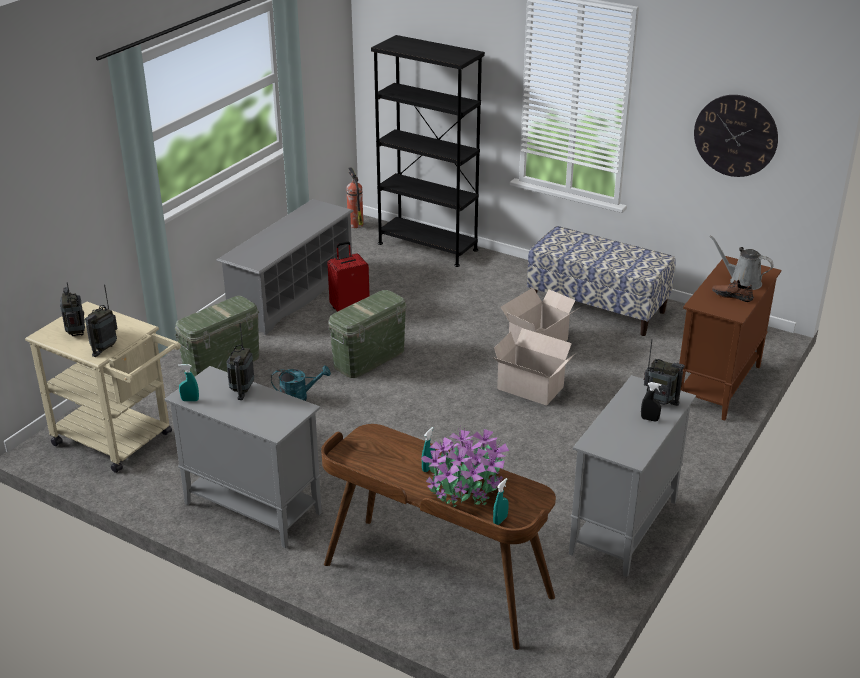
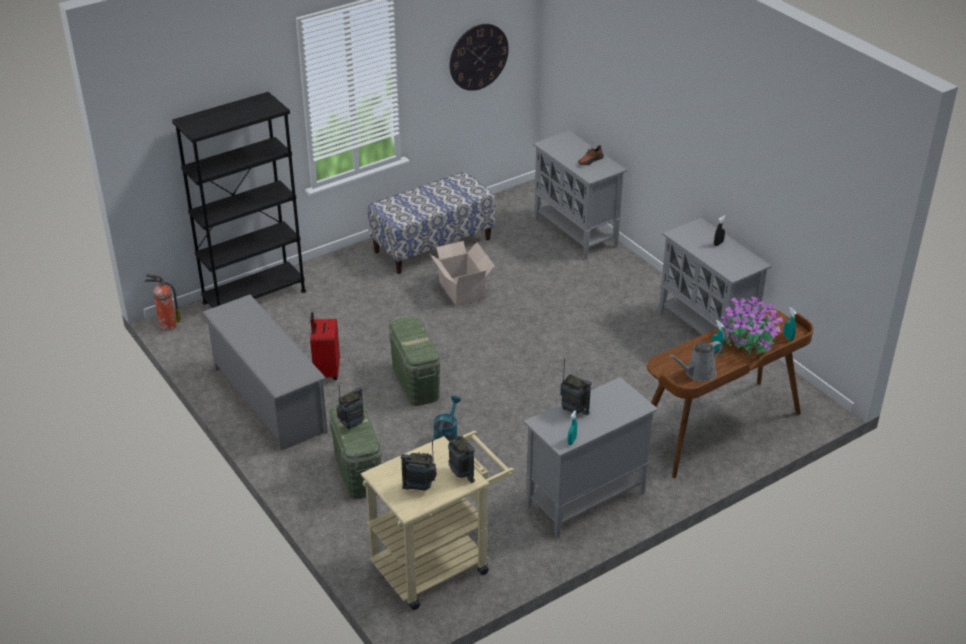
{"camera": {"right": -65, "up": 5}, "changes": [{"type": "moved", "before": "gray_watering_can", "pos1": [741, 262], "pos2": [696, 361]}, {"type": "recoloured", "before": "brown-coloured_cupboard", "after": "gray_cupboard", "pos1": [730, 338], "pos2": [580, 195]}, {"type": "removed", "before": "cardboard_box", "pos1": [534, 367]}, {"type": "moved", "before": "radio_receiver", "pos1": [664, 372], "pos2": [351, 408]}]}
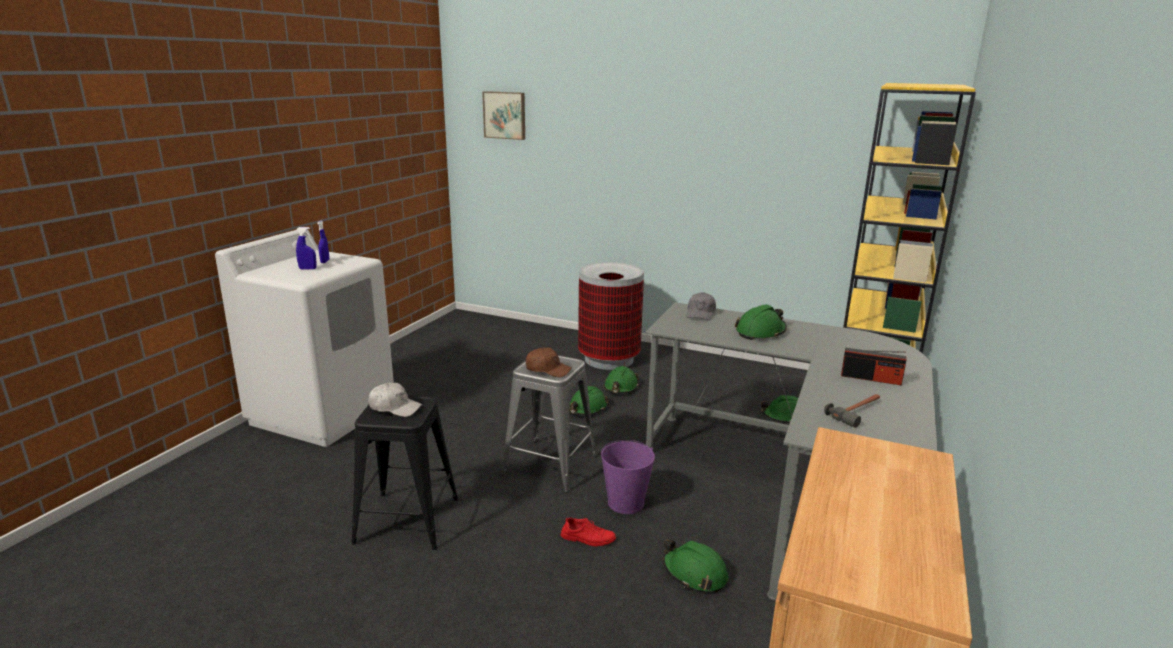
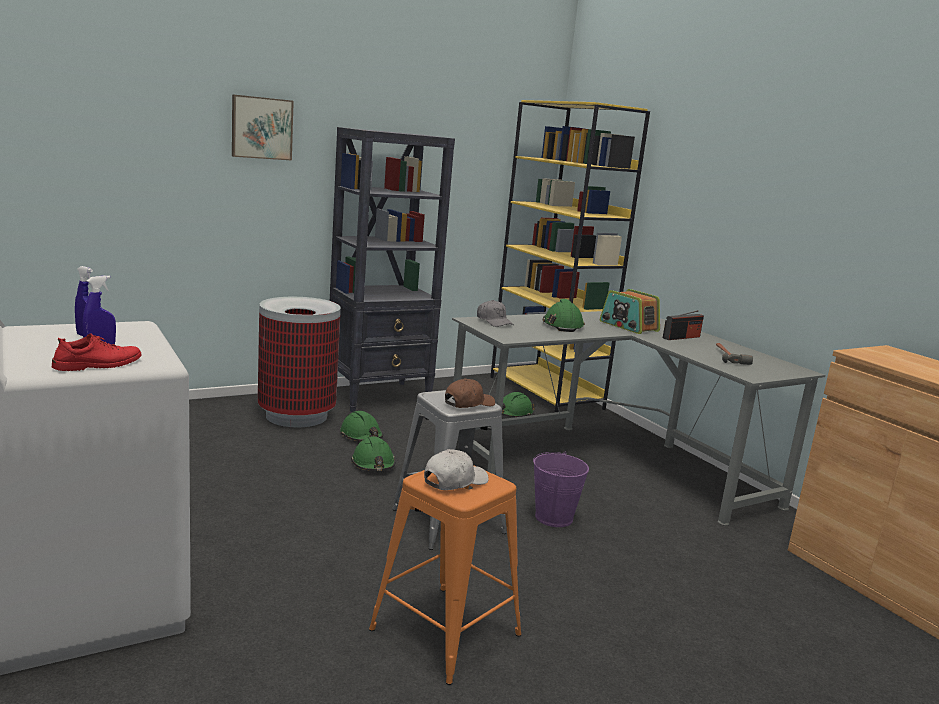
{"camera": {"right": -55, "up": -5}, "changes": [{"type": "moved", "before": "wall_art", "pos1": [503, 115], "pos2": [263, 127]}, {"type": "recoloured", "before": "black-coloured_stool_seat", "after": "orange_stool_seat", "pos1": [404, 473], "pos2": [445, 575]}, {"type": "moved", "before": "reddish_low_shoe", "pos1": [588, 531], "pos2": [97, 352]}, {"type": "removed", "before": "green-coloured_safety_helmet", "pos1": [695, 566]}, {"type": "added", "after": "black-coloured_shelving_unit", "pos2": [392, 269]}, {"type": "added", "after": "radio_receiver", "pos2": [630, 311]}]}
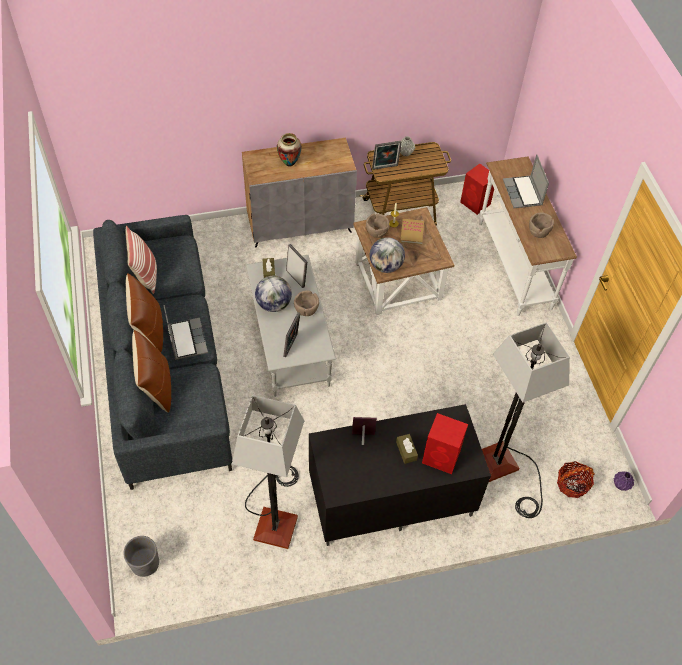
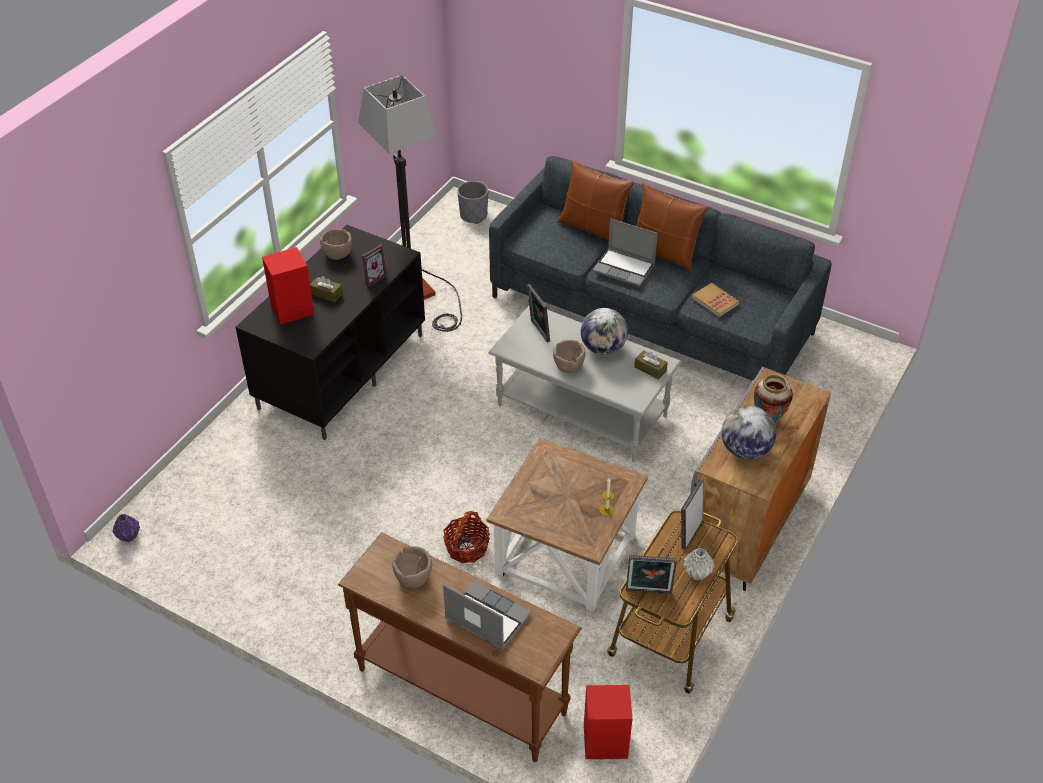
{"camera": {"right": 135, "up": -10}, "changes": [{"type": "recoloured", "before": "whitish_console_table", "after": "brown-coloured_console_table", "pos1": [528, 236], "pos2": [460, 647]}, {"type": "moved", "before": "brown-coloured_serving_bowl", "pos1": [377, 225], "pos2": [336, 244]}, {"type": "moved", "before": "volume", "pos1": [412, 231], "pos2": [716, 300]}, {"type": "removed", "before": "throw_pillow", "pos1": [141, 260]}, {"type": "moved", "before": "globe", "pos1": [387, 255], "pos2": [749, 432]}, {"type": "moved", "before": "photo_frame", "pos1": [296, 266], "pos2": [651, 574]}, {"type": "removed", "before": "standard_lamp", "pos1": [526, 420]}, {"type": "moved", "before": "basket", "pos1": [576, 479], "pos2": [466, 537]}]}
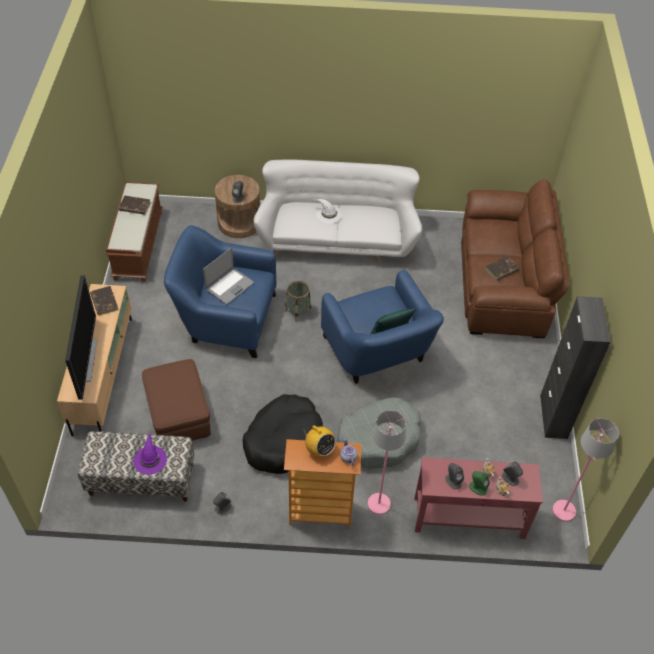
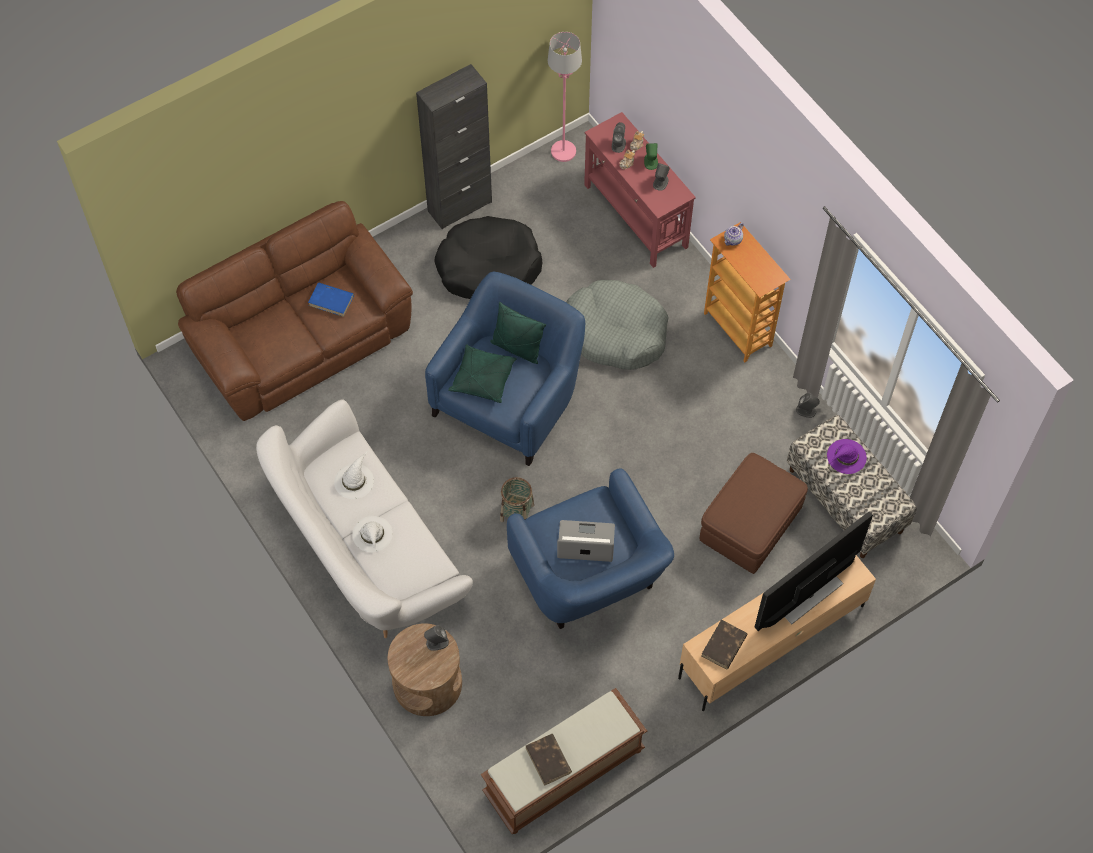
{"camera": {"right": -125, "up": 10}, "changes": [{"type": "recoloured", "before": "brown-coloured_volume", "after": "bluish_volume", "pos1": [502, 268], "pos2": [331, 300]}, {"type": "moved", "before": "black-coloured_pet_bed", "pos1": [282, 434], "pos2": [488, 257]}, {"type": "removed", "before": "pink-coloured_standard_lamp", "pos1": [387, 462]}, {"type": "removed", "before": "radio_receiver", "pos1": [320, 441]}, {"type": "added", "after": "green-coloured_throw_pillow", "pos2": [482, 373]}, {"type": "added", "after": "whitish_clothing_hat", "pos2": [354, 475]}]}
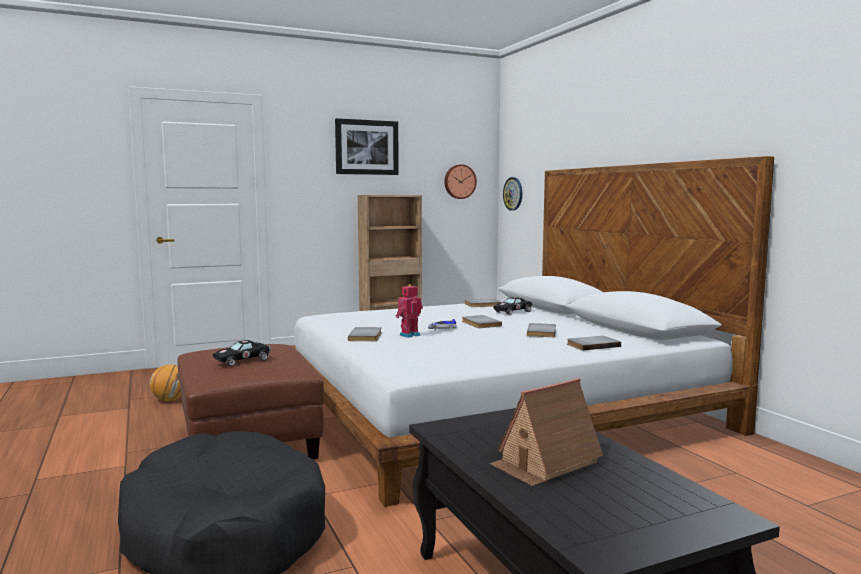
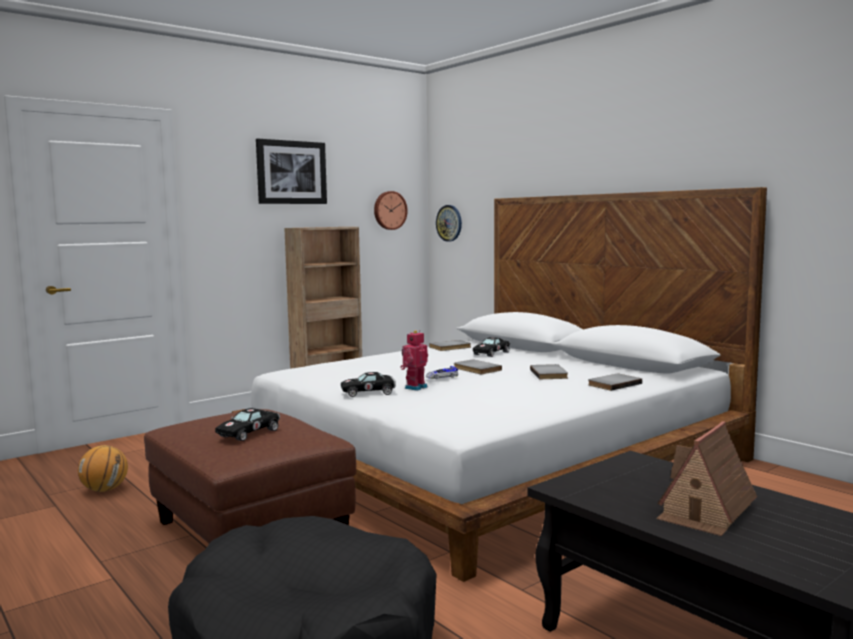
{"camera": {"right": -15, "up": 0}, "changes": [{"type": "replaced", "before": "gray_volume", "after": "black-coloured_miniature_car", "pos1": [365, 334], "pos2": [368, 384]}]}
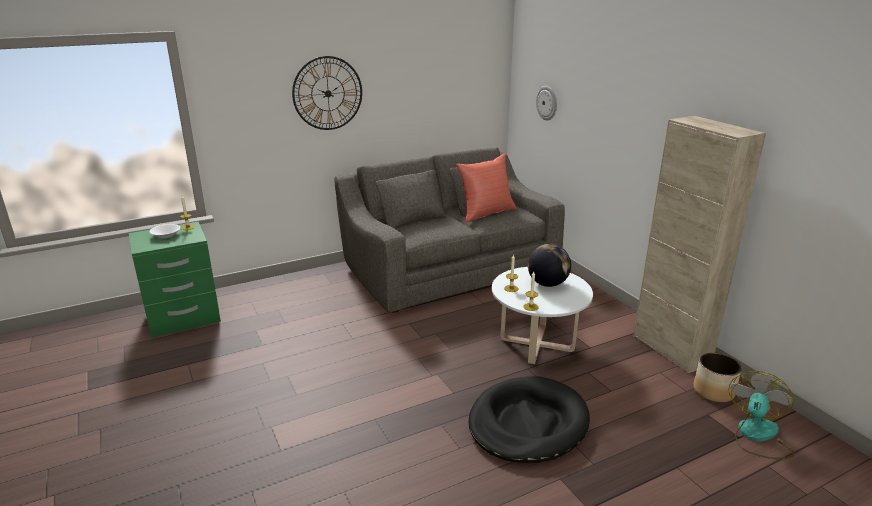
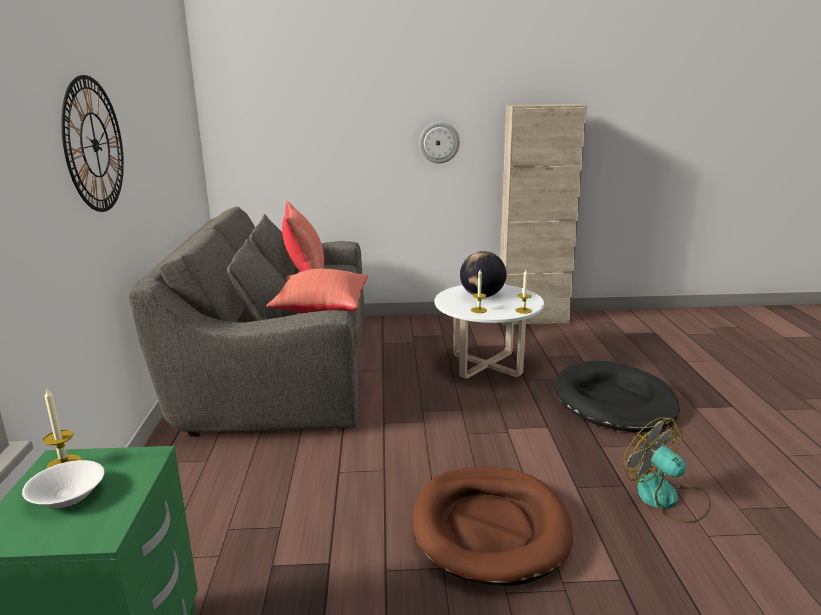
{"camera": {"right": -65, "up": -5}, "changes": [{"type": "moved", "before": "hanging_clock", "pos1": [546, 103], "pos2": [439, 142]}, {"type": "removed", "before": "plant_pot", "pos1": [717, 377]}, {"type": "moved", "before": "fan", "pos1": [761, 415], "pos2": [667, 470]}, {"type": "added", "after": "reddish_throw_pillow", "pos2": [317, 291]}, {"type": "added", "after": "brown-coloured_pet_bed", "pos2": [493, 526]}]}
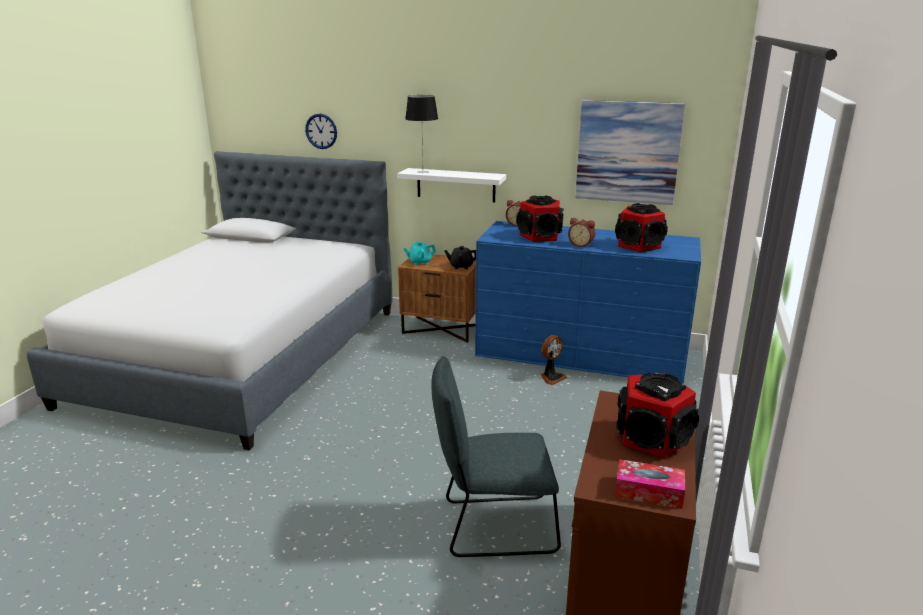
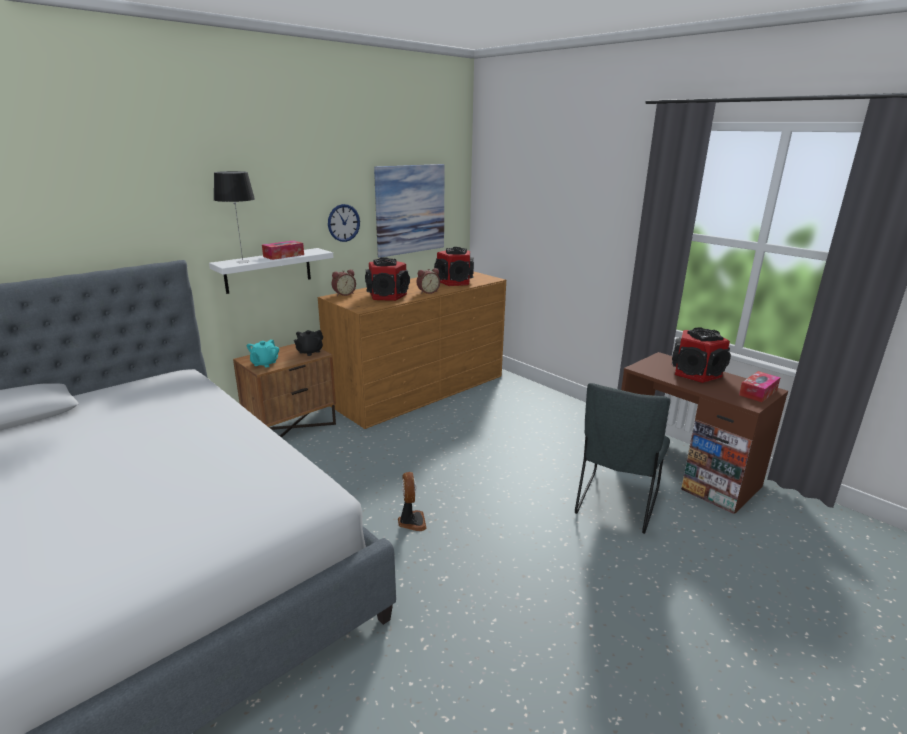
{"camera": {"right": -60, "up": 0}, "changes": [{"type": "moved", "before": "hanging_clock", "pos1": [321, 131], "pos2": [344, 223]}, {"type": "recoloured", "before": "bluish_drawer_chest", "after": "brown-coloured_drawer_chest", "pos1": [588, 302], "pos2": [412, 350]}, {"type": "moved", "before": "fan", "pos1": [554, 360], "pos2": [412, 501]}, {"type": "added", "after": "tissue_holder", "pos2": [283, 250]}]}
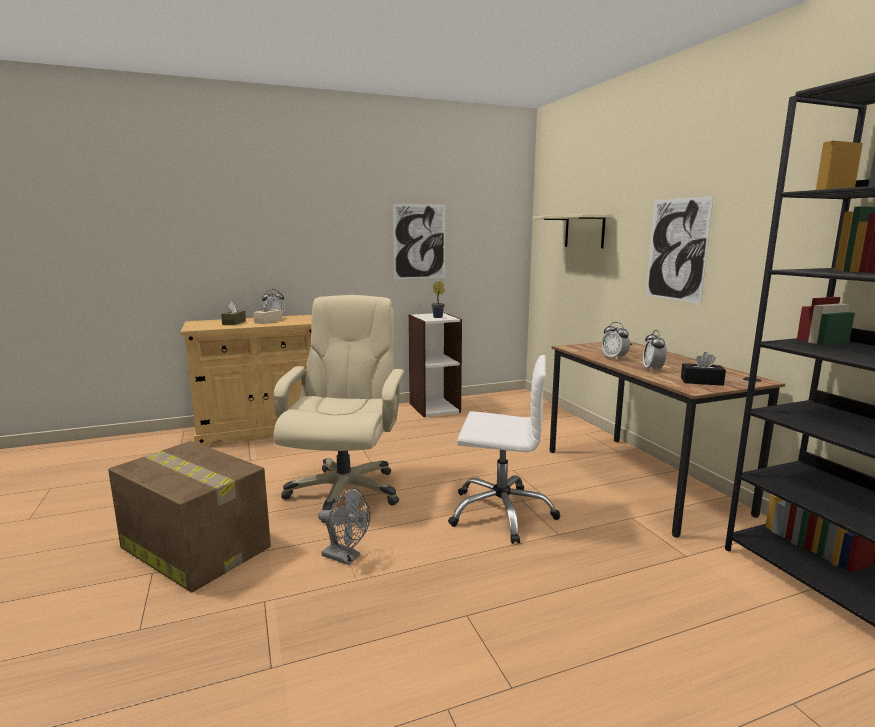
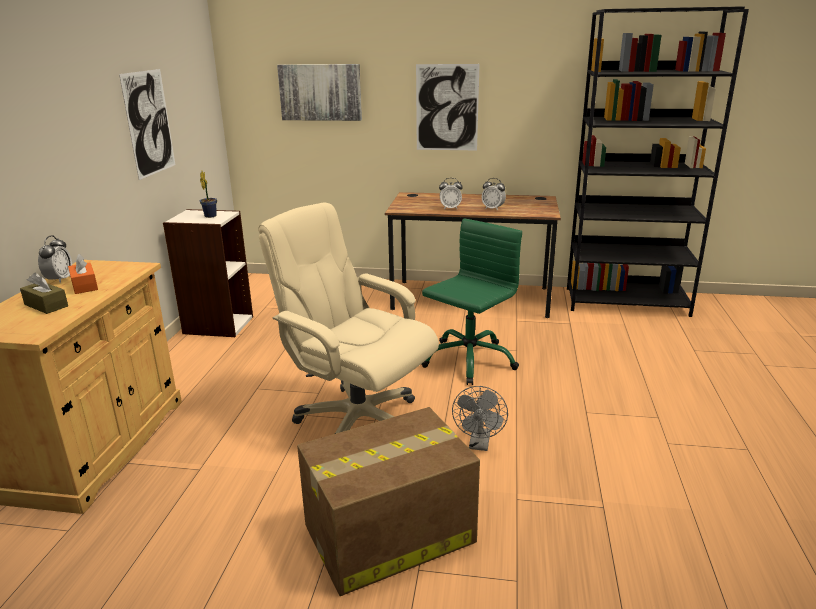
{"camera": {"right": -60, "up": 10}, "changes": [{"type": "replaced", "before": "beige_bracket_shelf", "after": "wall_art", "pos1": [573, 231], "pos2": [319, 92]}, {"type": "recoloured", "before": "beige_tissue_holder", "after": "orange_tissue_holder", "pos1": [267, 312], "pos2": [83, 274]}, {"type": "removed", "before": "black-coloured_tissue_holder", "pos1": [703, 369]}, {"type": "recoloured", "before": "whitish_desk_chair", "after": "green-coloured_desk_chair", "pos1": [504, 449], "pos2": [472, 302]}, {"type": "turned", "before": "gray_fan", "pos1": [344, 526], "pos2": [480, 418], "turn": 135}]}
